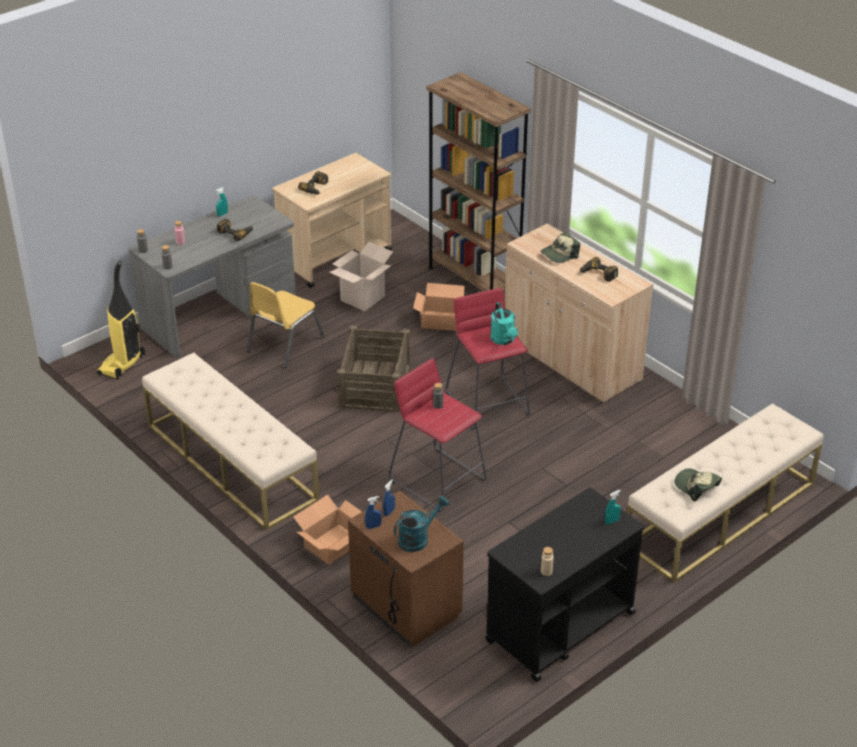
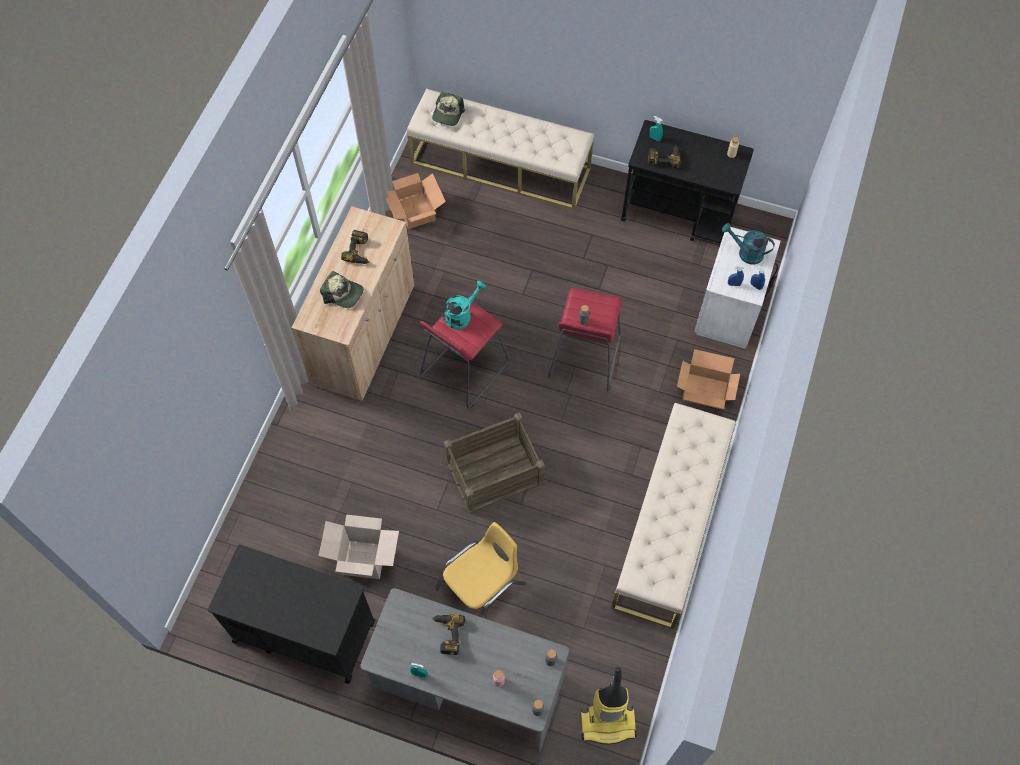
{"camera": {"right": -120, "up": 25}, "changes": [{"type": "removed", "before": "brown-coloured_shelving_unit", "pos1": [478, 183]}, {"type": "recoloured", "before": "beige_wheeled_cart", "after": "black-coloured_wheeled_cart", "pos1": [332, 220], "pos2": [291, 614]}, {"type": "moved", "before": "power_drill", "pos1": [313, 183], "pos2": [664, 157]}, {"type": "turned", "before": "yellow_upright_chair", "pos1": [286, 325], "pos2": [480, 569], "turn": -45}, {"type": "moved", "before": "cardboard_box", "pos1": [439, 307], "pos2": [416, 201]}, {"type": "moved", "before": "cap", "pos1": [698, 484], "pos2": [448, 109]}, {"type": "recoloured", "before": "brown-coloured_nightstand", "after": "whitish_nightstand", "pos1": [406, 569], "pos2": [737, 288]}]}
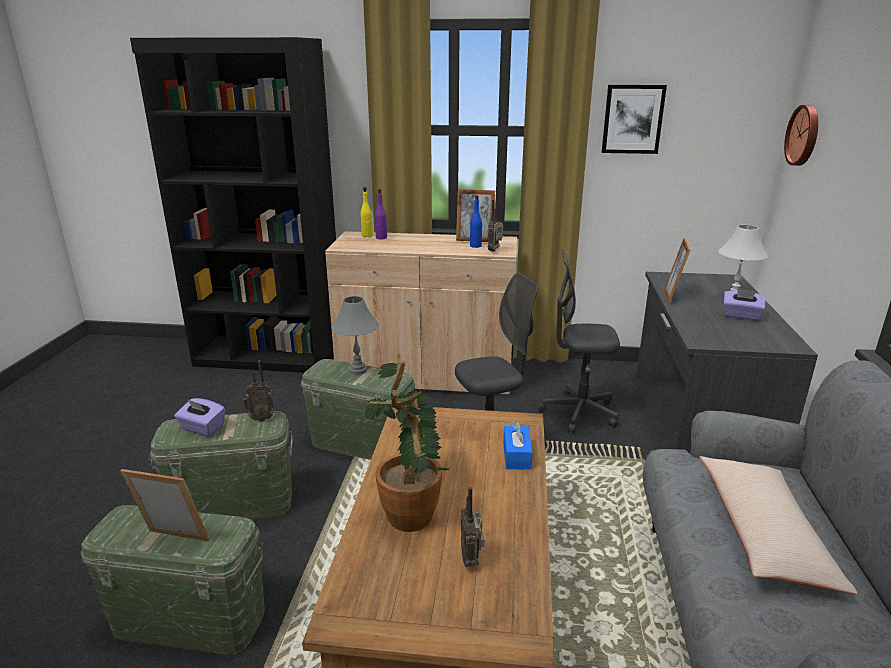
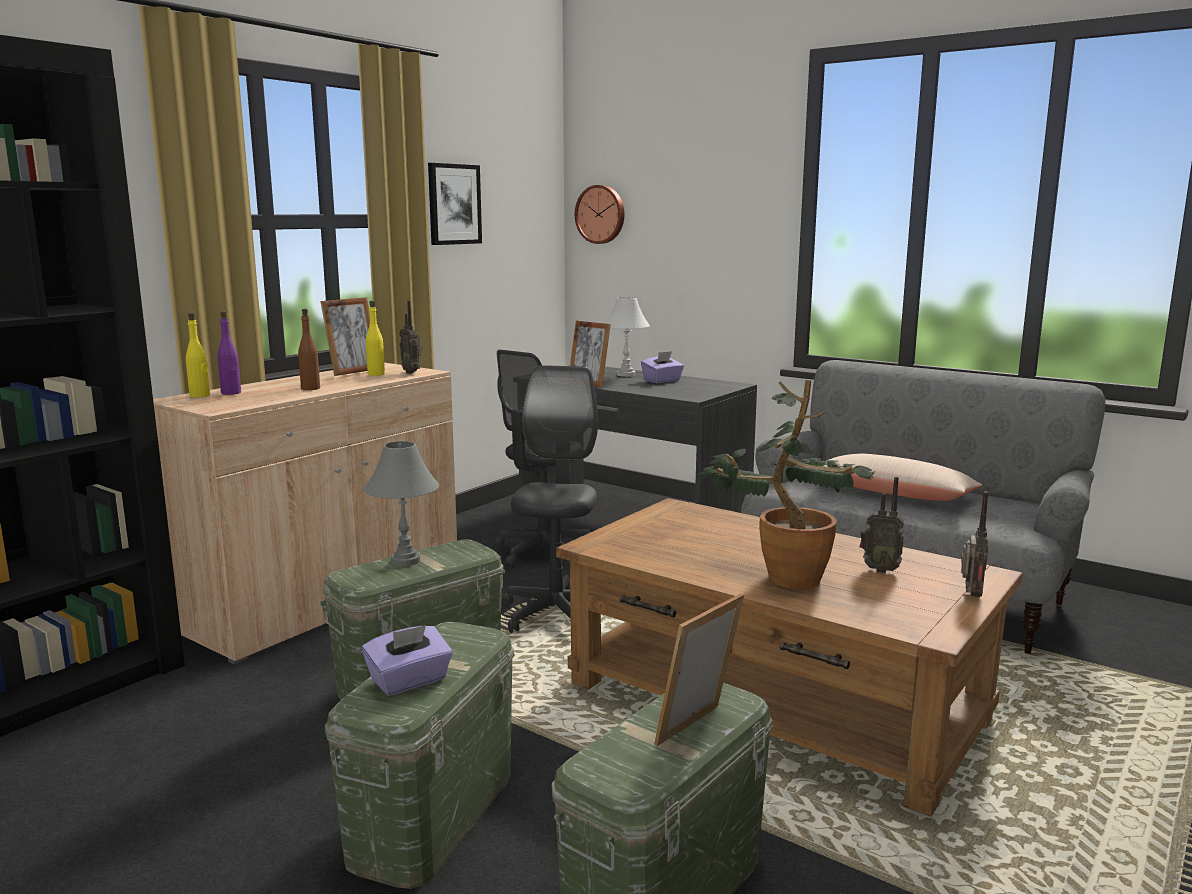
{"camera": {"right": -60, "up": -10}, "changes": [{"type": "recoloured", "before": "bluish_drink_bottle", "after": "yellow_drink_bottle", "pos1": [476, 221], "pos2": [375, 338]}, {"type": "moved", "before": "radio_receiver", "pos1": [258, 391], "pos2": [974, 544]}, {"type": "removed", "before": "bluish_tissue_holder", "pos1": [518, 445]}, {"type": "added", "after": "brown-coloured_drink_bottle", "pos2": [309, 349]}]}
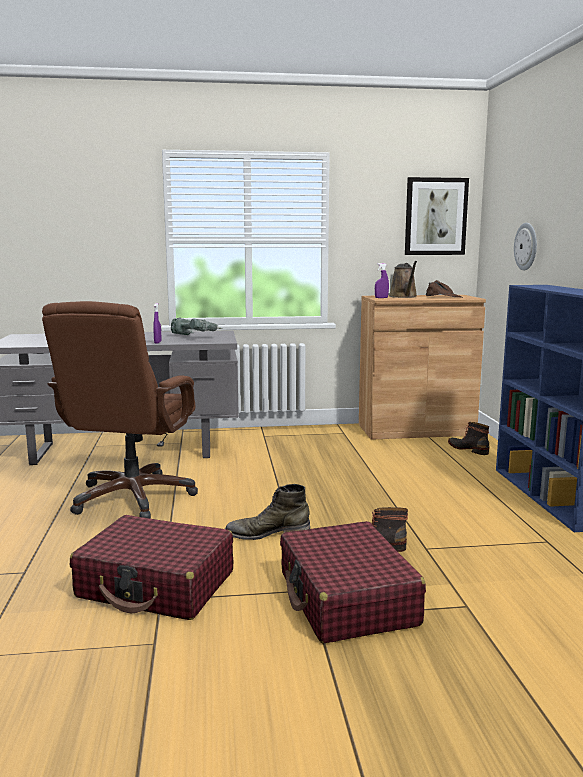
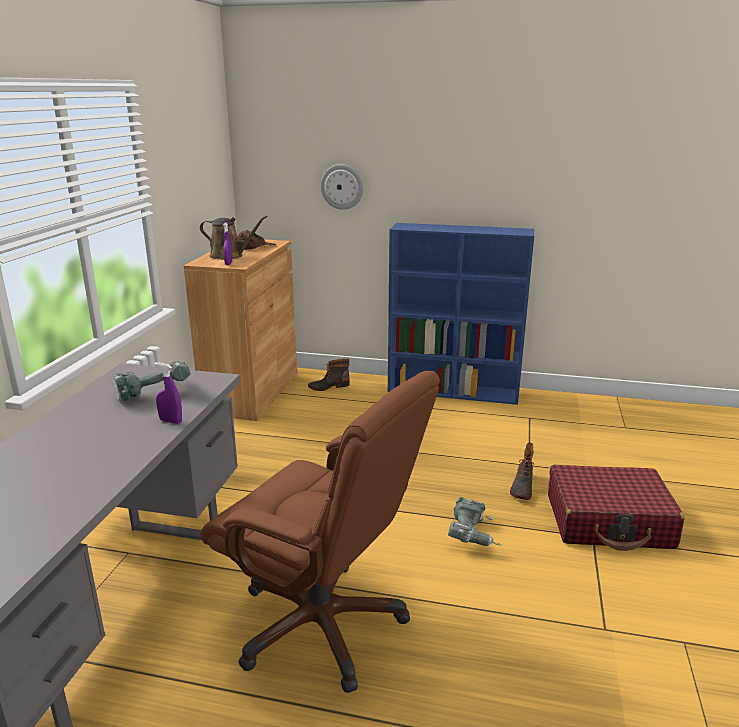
{"camera": {"right": -70, "up": 10}, "changes": [{"type": "removed", "before": "wall_art", "pos1": [437, 216]}, {"type": "replaced", "before": "green-coloured_boot", "after": "power_drill", "pos1": [267, 512], "pos2": [474, 521]}, {"type": "removed", "before": "reddish_suitcase", "pos1": [151, 567]}]}
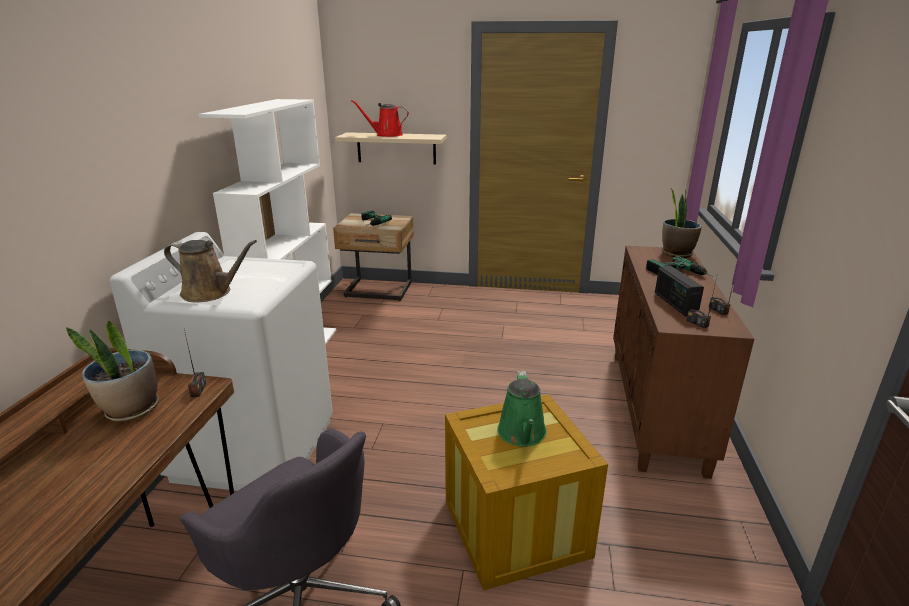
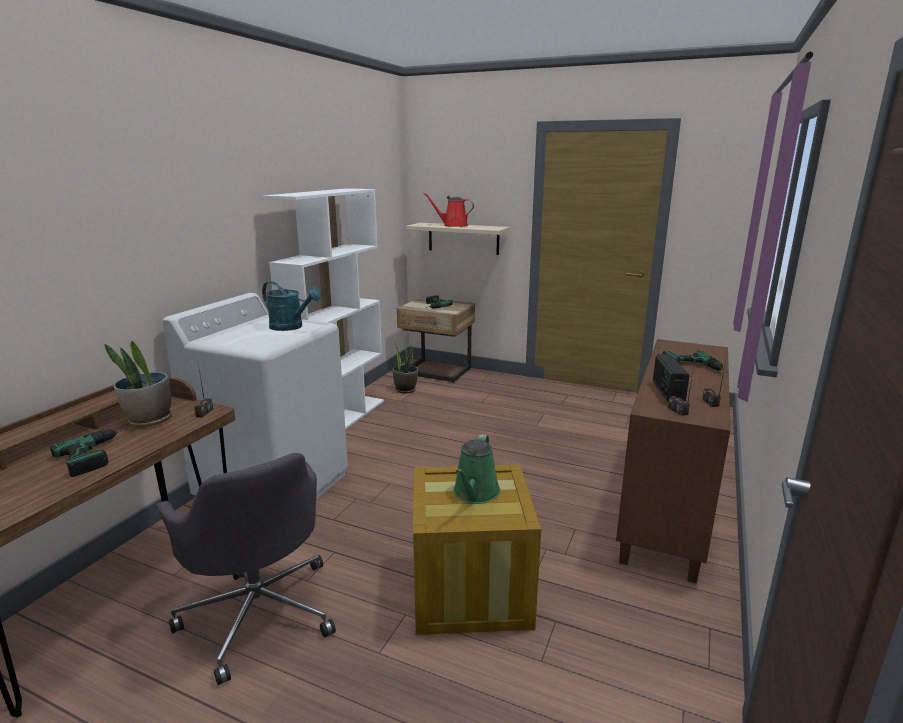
{"camera": {"right": 15, "up": -5}, "changes": [{"type": "moved", "before": "houseplant", "pos1": [682, 223], "pos2": [405, 369]}, {"type": "removed", "before": "brown-coloured_watering_can", "pos1": [210, 271]}, {"type": "added", "after": "turquoise_watering_can", "pos2": [291, 306]}, {"type": "added", "after": "power_drill", "pos2": [90, 452]}]}
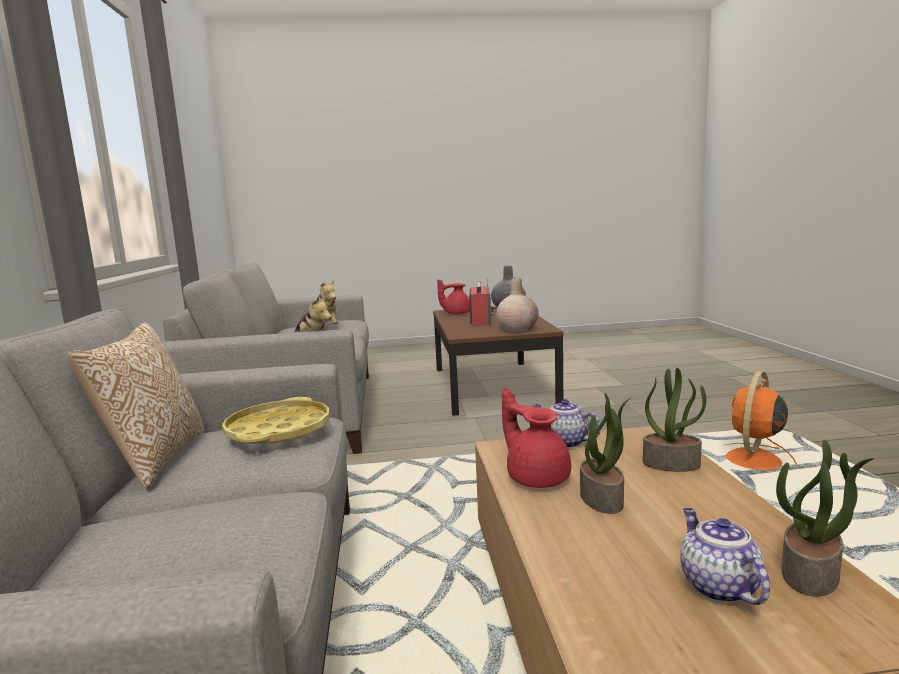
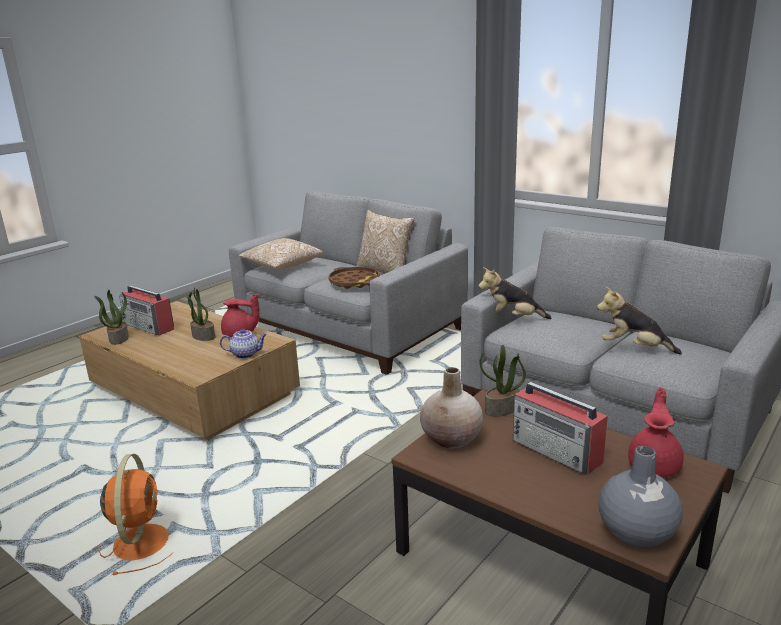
{"camera": {"right": 135, "up": 10}, "changes": [{"type": "moved", "before": "houseplant", "pos1": [674, 420], "pos2": [502, 380]}, {"type": "recoloured", "before": "yellow_serving_tray", "after": "brown-coloured_serving_tray", "pos1": [276, 420], "pos2": [353, 278]}, {"type": "replaced", "before": "teapot", "after": "radio_receiver", "pos1": [725, 556], "pos2": [146, 310]}, {"type": "added", "after": "throw_pillow", "pos2": [281, 253]}]}
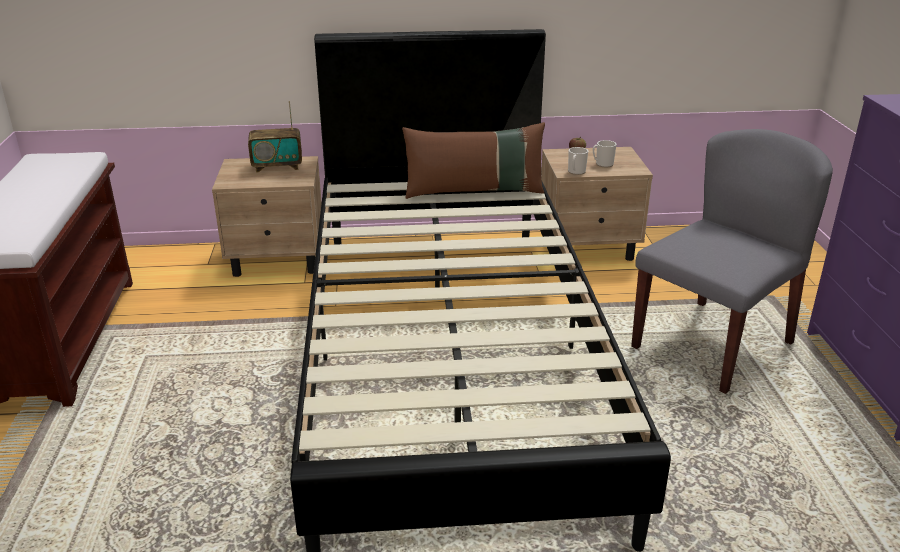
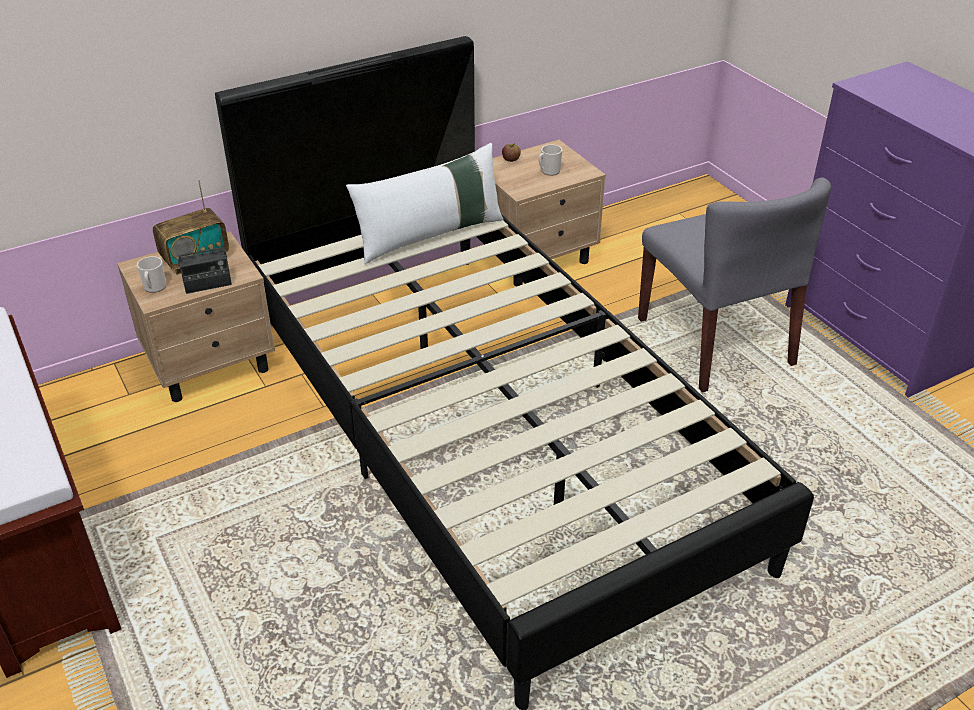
{"camera": {"right": -25, "up": 10}, "changes": [{"type": "recoloured", "before": "brown-coloured_throw_pillow", "after": "whitish_throw_pillow", "pos1": [473, 160], "pos2": [424, 203]}, {"type": "turned", "before": "gray_upright_chair", "pos1": [732, 261], "pos2": [734, 285], "turn": 135}, {"type": "moved", "before": "tea_mug", "pos1": [578, 161], "pos2": [151, 274]}, {"type": "added", "after": "radio_receiver", "pos2": [205, 261]}]}
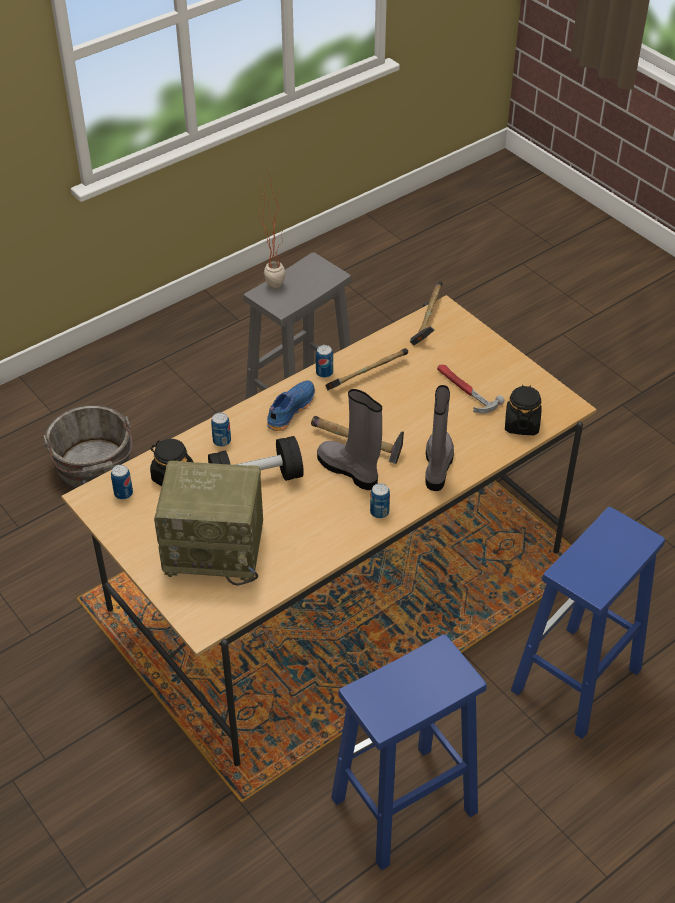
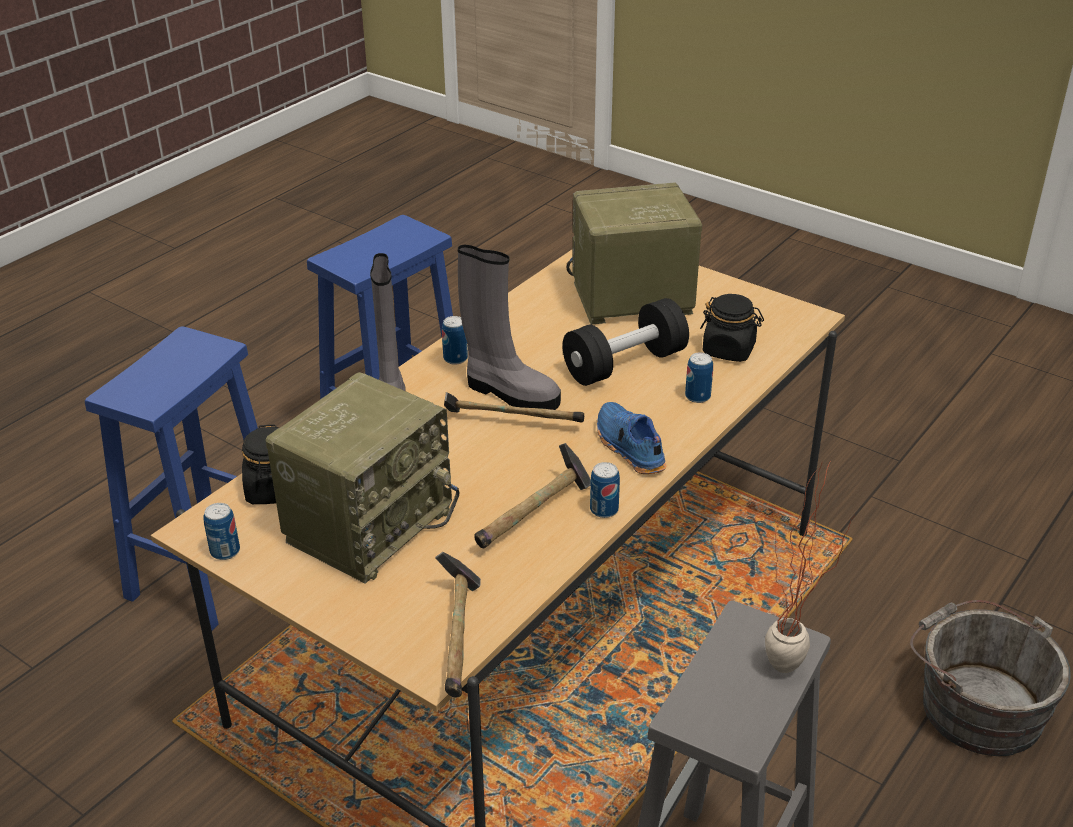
{"camera": {"right": 165, "up": -10}, "changes": [{"type": "replaced", "before": "tool_hammer", "after": "radio_receiver", "pos1": [471, 389], "pos2": [362, 478]}, {"type": "turned", "before": "bluish_low_shoe", "pos1": [291, 405], "pos2": [632, 438], "turn": 135}, {"type": "moved", "before": "sealed_can", "pos1": [122, 482], "pos2": [221, 531]}]}
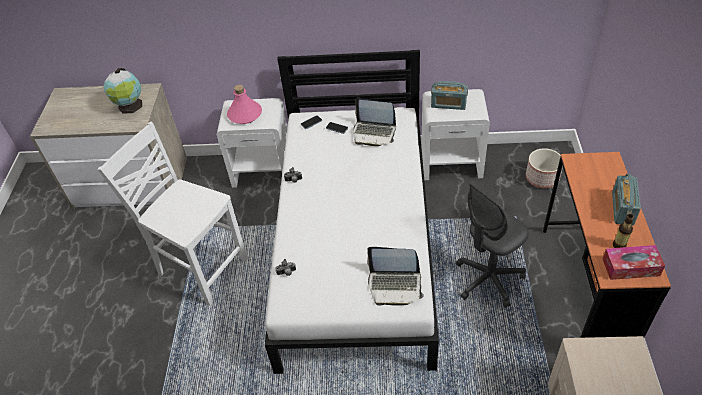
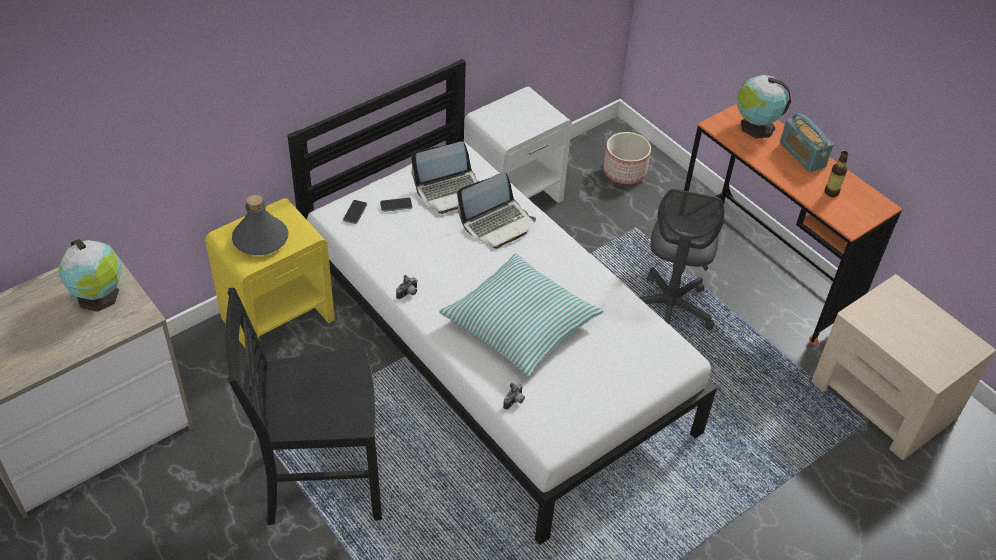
{"camera": {"right": -45, "up": 0}, "changes": [{"type": "removed", "before": "radio_receiver", "pos1": [449, 95]}, {"type": "recoloured", "before": "pink-coloured_drink_bottle", "after": "gray_drink_bottle", "pos1": [244, 104], "pos2": [260, 225]}, {"type": "recoloured", "before": "whitish_nightstand", "after": "yellow_nightstand", "pos1": [252, 143], "pos2": [270, 272]}, {"type": "recoloured", "before": "whitish_upright_chair", "after": "black-coloured_upright_chair", "pos1": [173, 214], "pos2": [303, 407]}, {"type": "removed", "before": "tissue_holder", "pos1": [633, 262]}, {"type": "moved", "before": "notebook_computer", "pos1": [395, 276], "pos2": [496, 210]}, {"type": "added", "after": "globe", "pos2": [763, 106]}, {"type": "added", "after": "throw_pillow", "pos2": [521, 315]}]}
